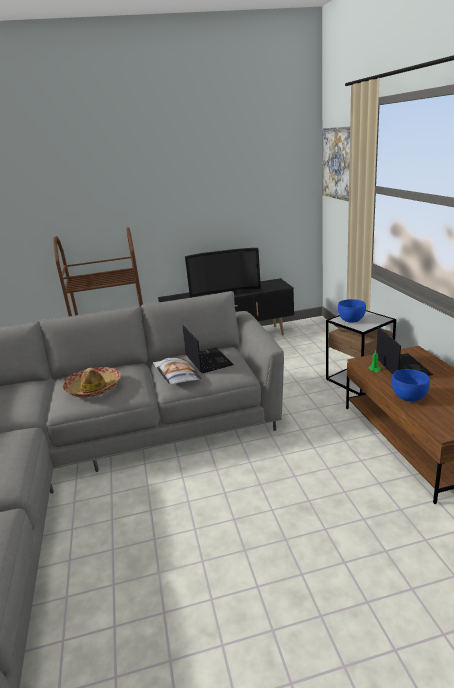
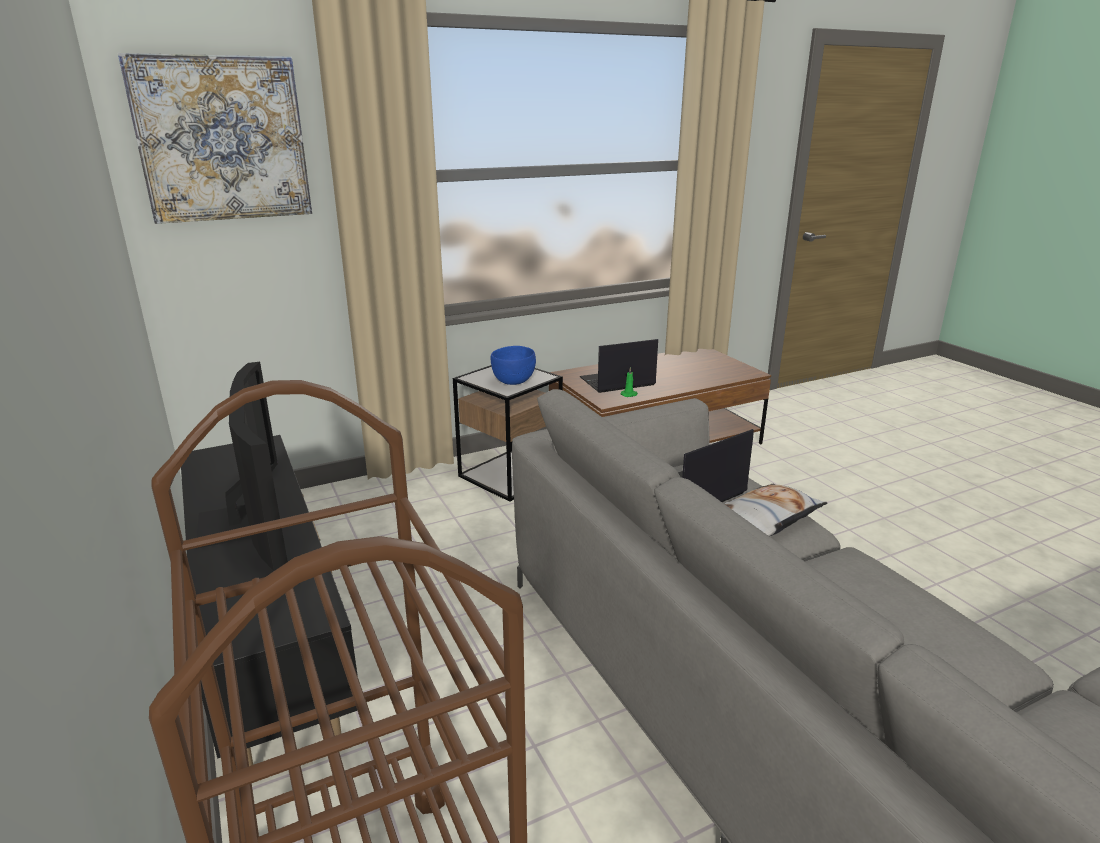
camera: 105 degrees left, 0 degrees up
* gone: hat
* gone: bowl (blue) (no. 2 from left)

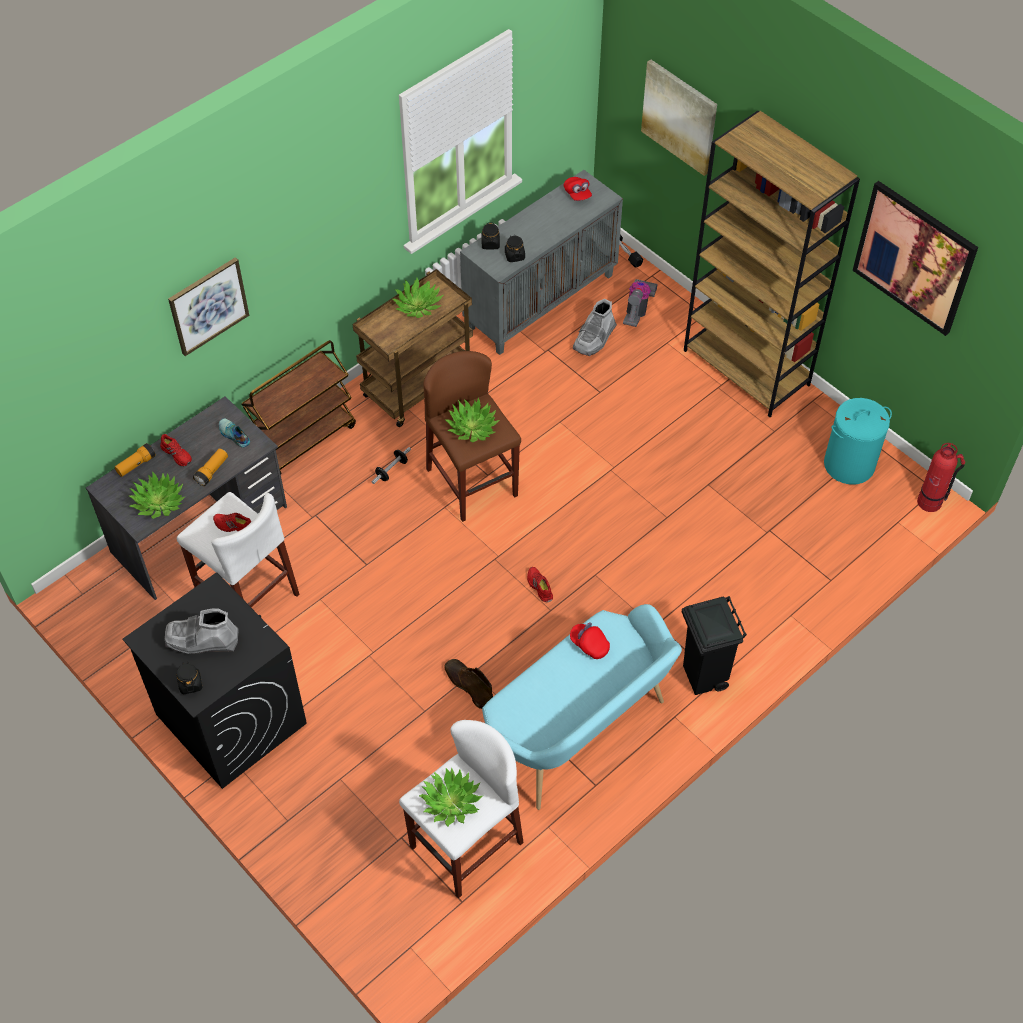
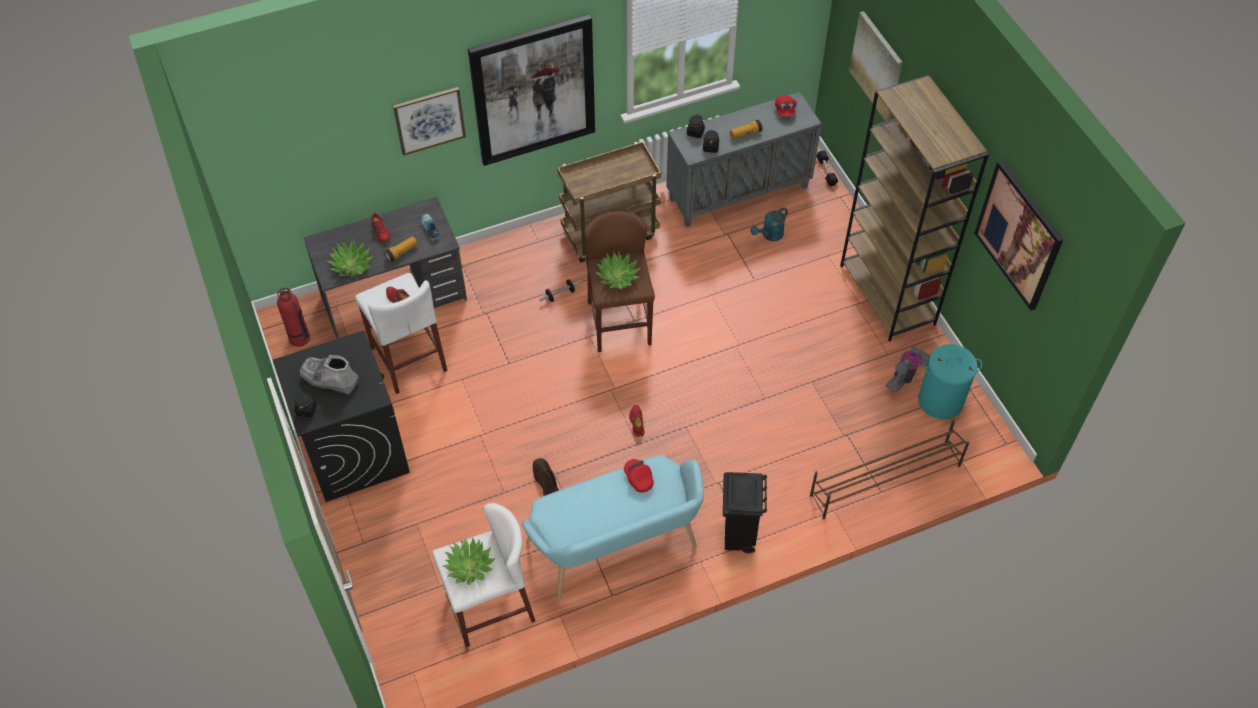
camera: 20 degrees right, 0 degrees up
* shifted: fire extinguisher
* new: picture (no. 2 from left)
* shifted: flashlight (no. 1 from left in the first image) to flashlight (no. 2 from left)
* swapped: boot (grey) (no. 2 from left) to watering can (turquoise)
* new: shoe rack (brown)
* shifted: vacuum cleaner
* gone: cart (brown) (no. 1 from left)
* gone: potted plant (no. 2 from left)

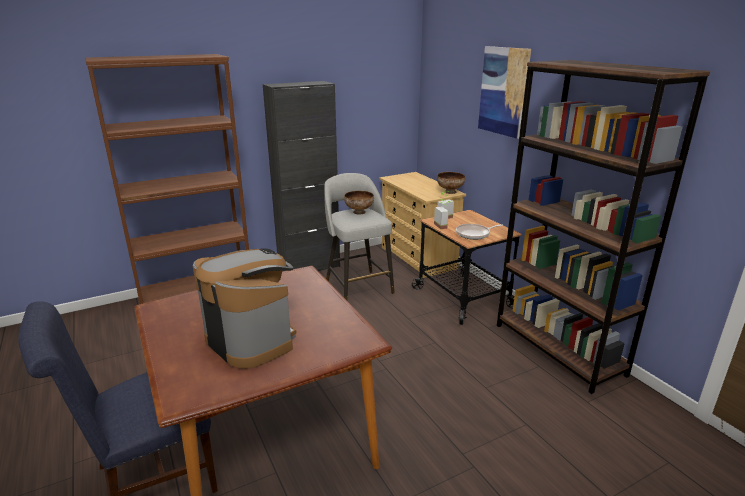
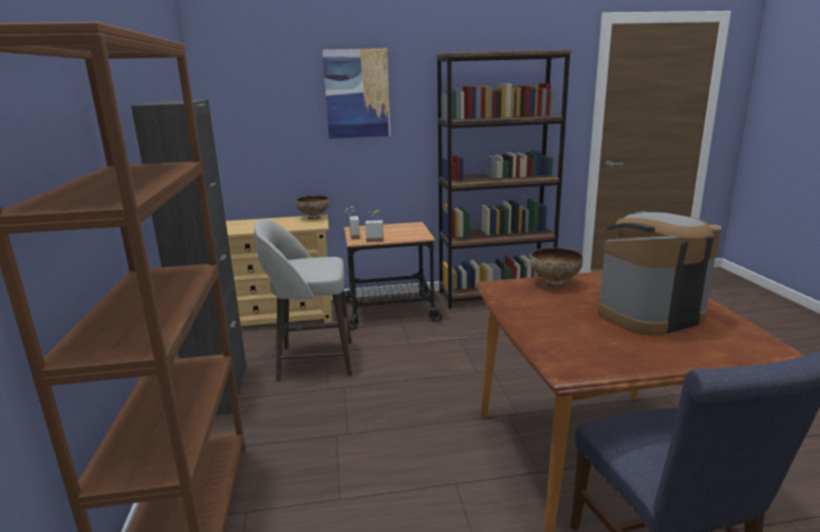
camera: 70 degrees left, 5 degrees down
* shifted: bowl (no. 1 from left in the first image) to bowl (no. 2 from left)
* gone: frying pan

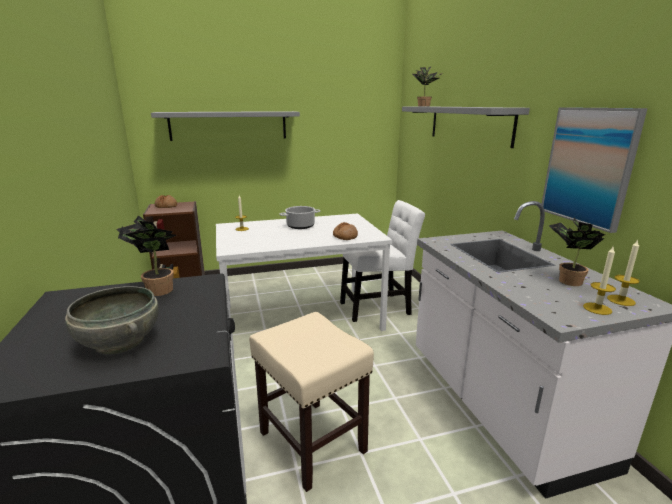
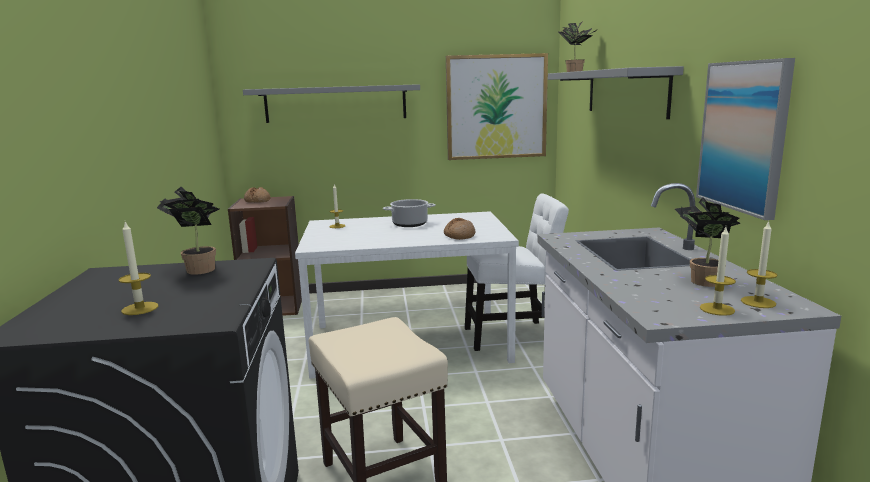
camera: 10 degrees right, 5 degrees down
* swapped: bowl (grey) to candle (no. 1 from left)
* new: picture (no. 1 from left)

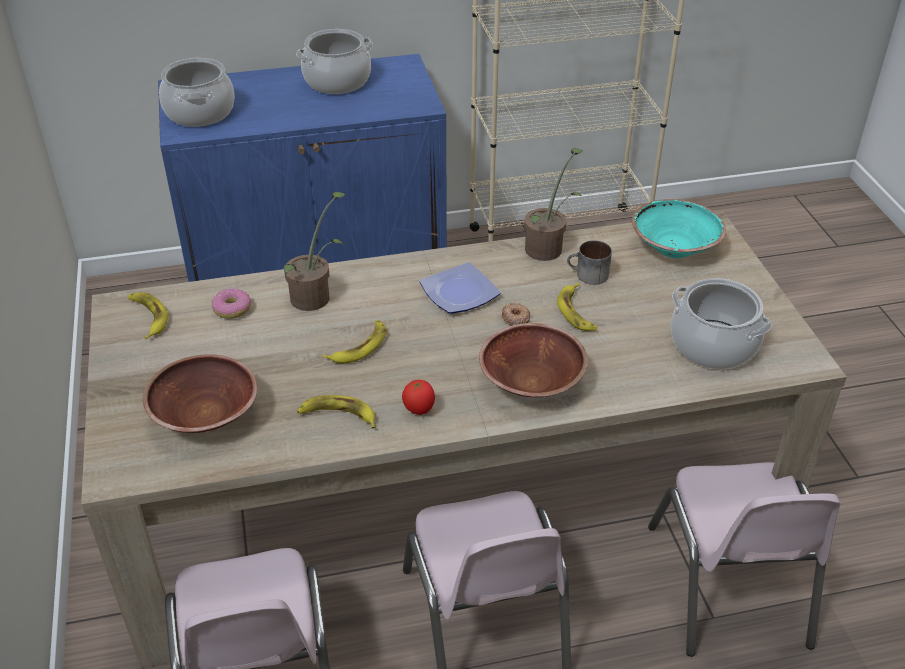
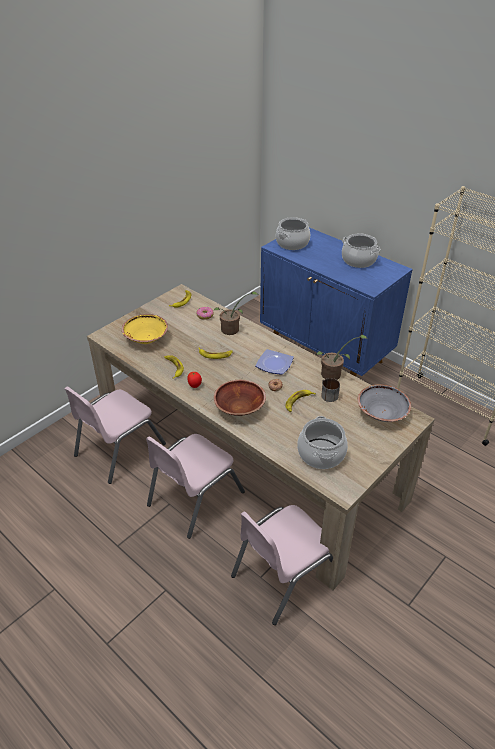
camera: 55 degrees right, 0 degrees up
* repainted: bowl (brown) (no. 1 from left) to bowl (yellow)
* repainted: bowl (turquoise) to bowl (grey)

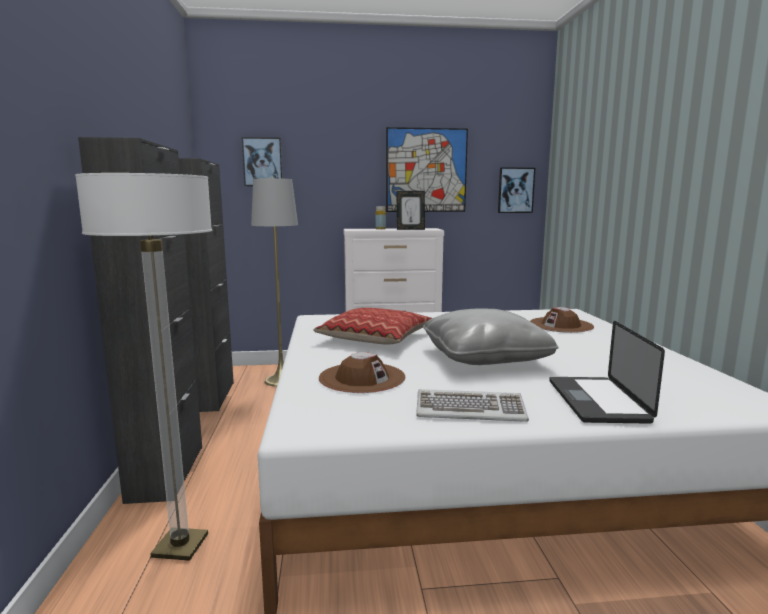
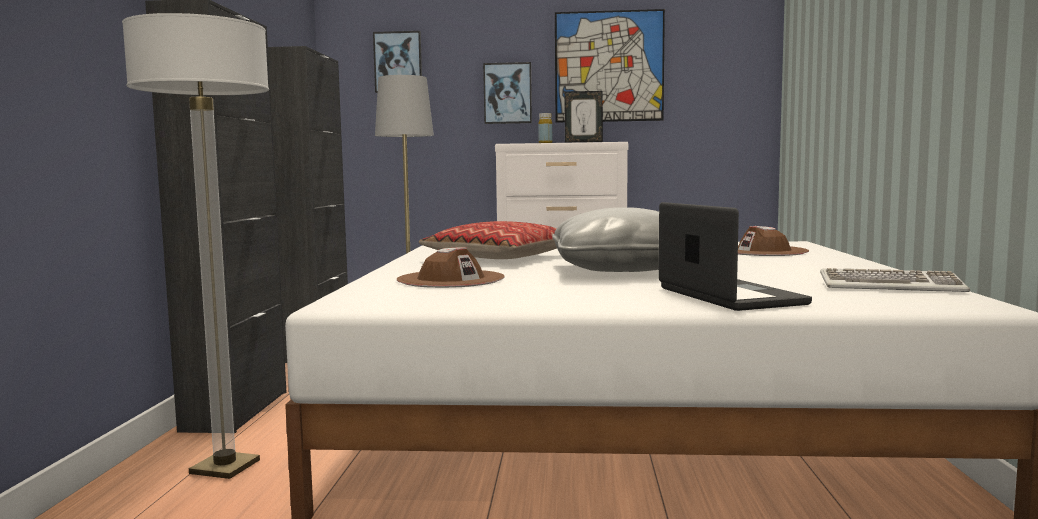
camera: 10 degrees right, 5 degrees down
* shifted: picture (no. 3 from left in the first image) to picture (no. 2 from left)
* rotated: laptop 150 degrees clockwise
* shifted: keyboard

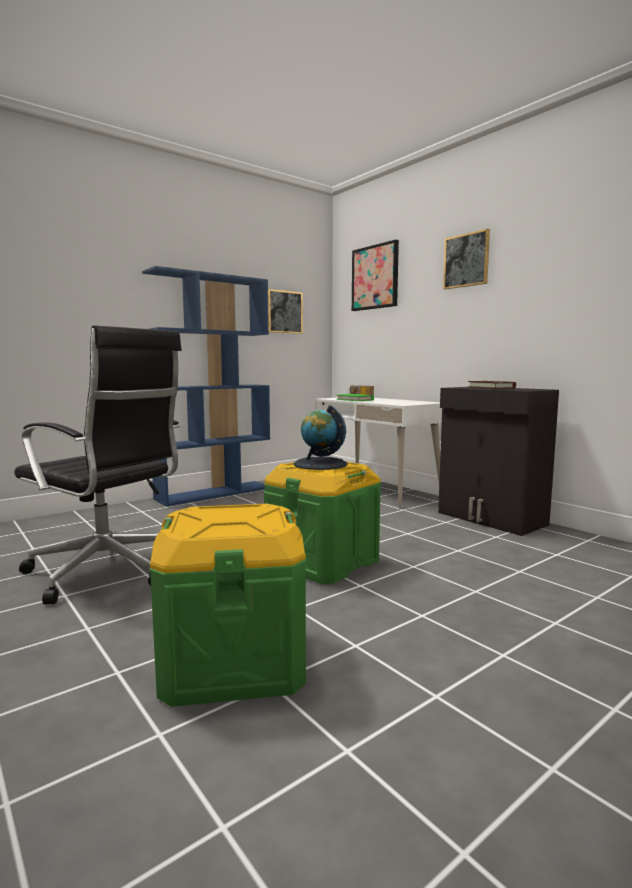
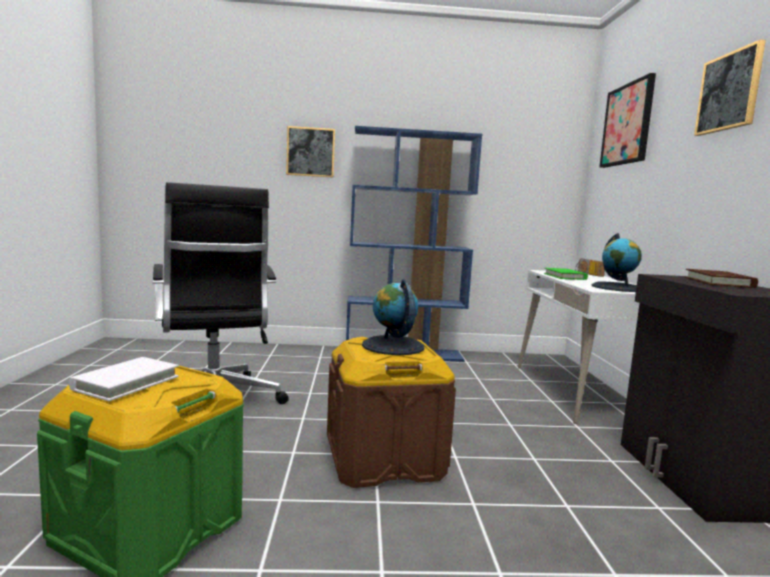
camera: 35 degrees right, 0 degrees up
* new: book (white)
* shifted: picture (no. 1 from left)
* repainted: storage box (green) (no. 2 from left) to storage box (brown)
* new: globe (no. 2 from left)

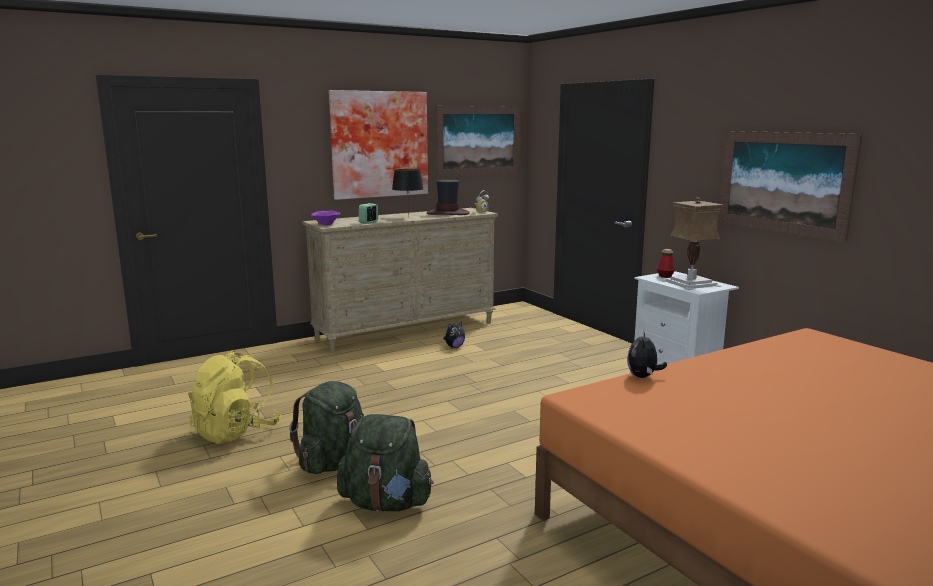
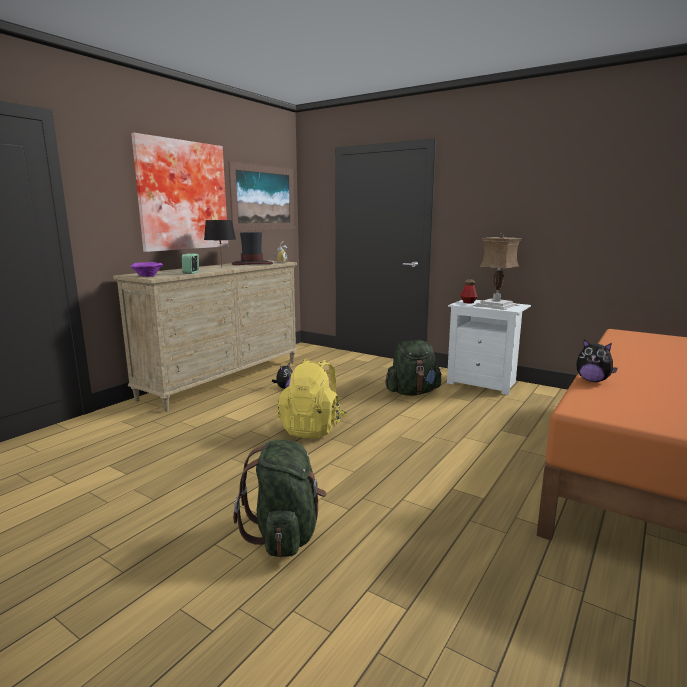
camera: 25 degrees left, 0 degrees up
* shifted: backpack (yellow)
* shifted: backpack (green) (no. 2 from left)
* rotated: plush toy (no. 2 from left) 45 degrees counterclockwise
* gone: picture (no. 3 from left)

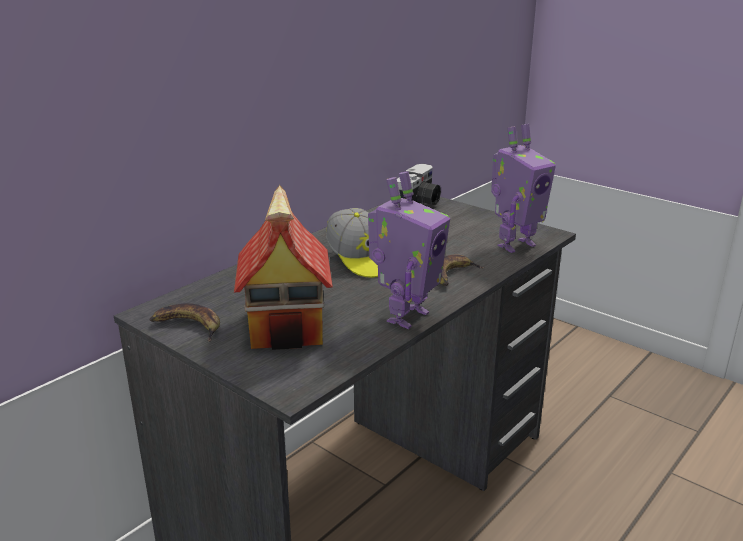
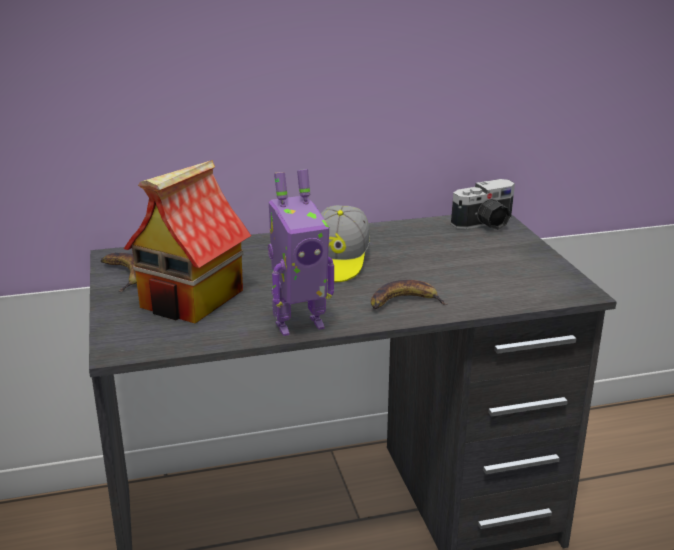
camera: 35 degrees right, 0 degrees up
* gone: toy robot (no. 2 from left)

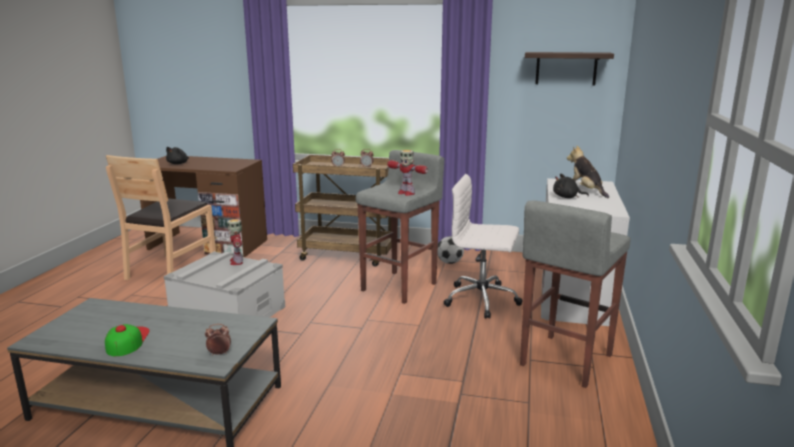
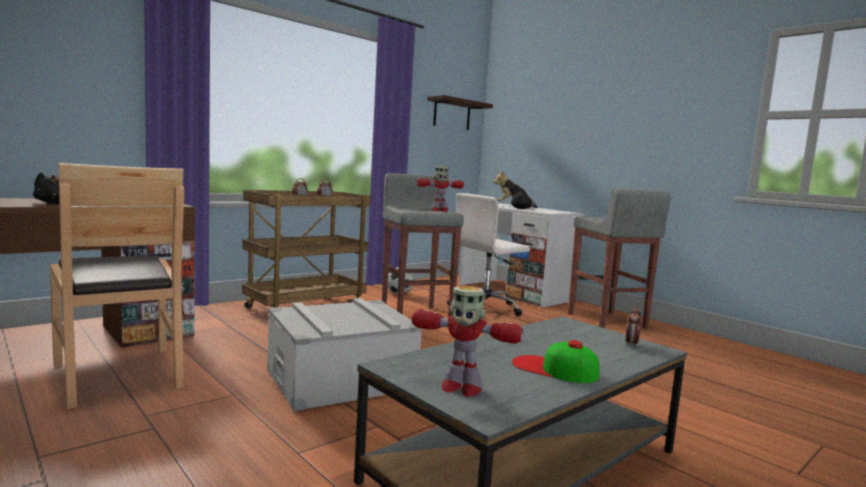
camera: 55 degrees left, 10 degrees down
* shifted: toy robot (no. 1 from left in the first image) to toy robot (no. 2 from left)

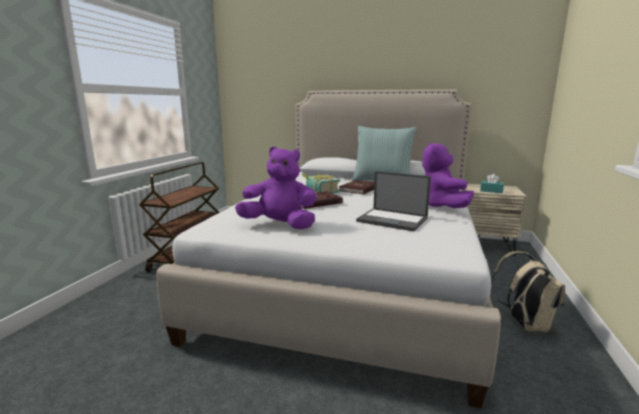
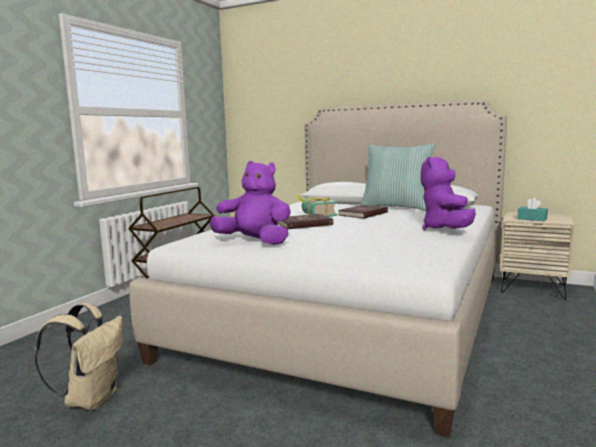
camera: 10 degrees right, 5 degrees down
* shifted: backpack (beige)
* gone: laptop

